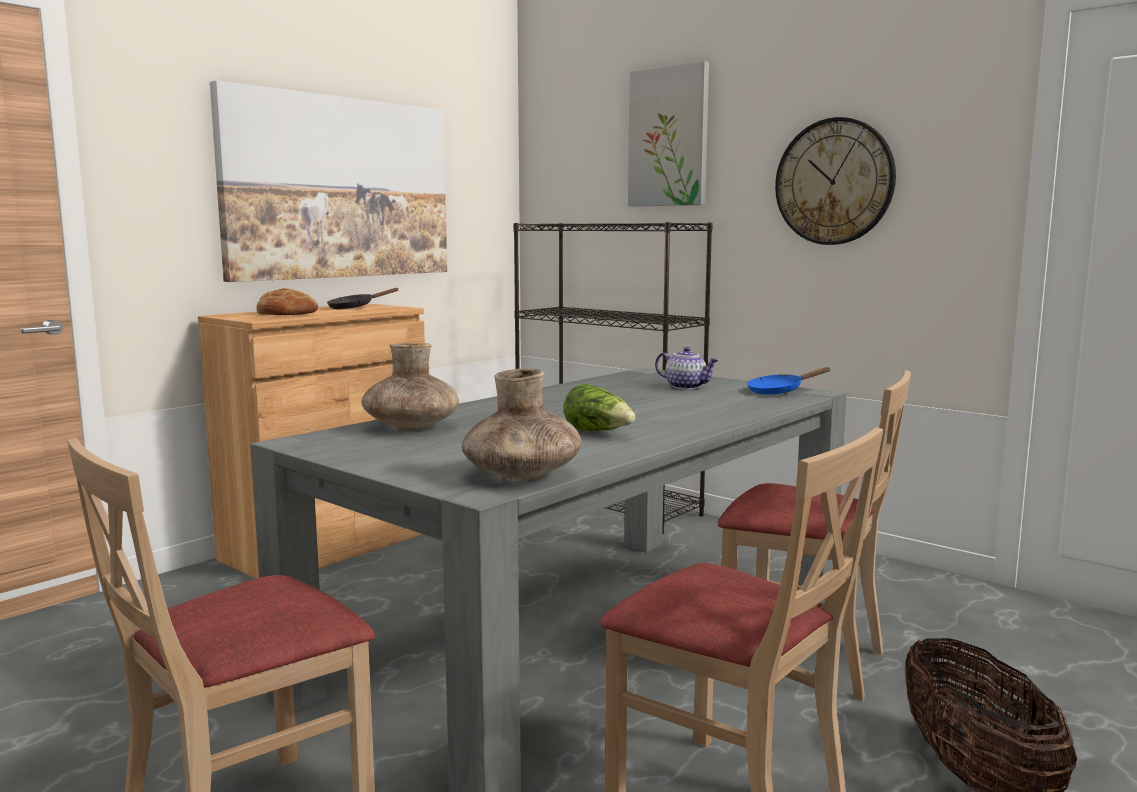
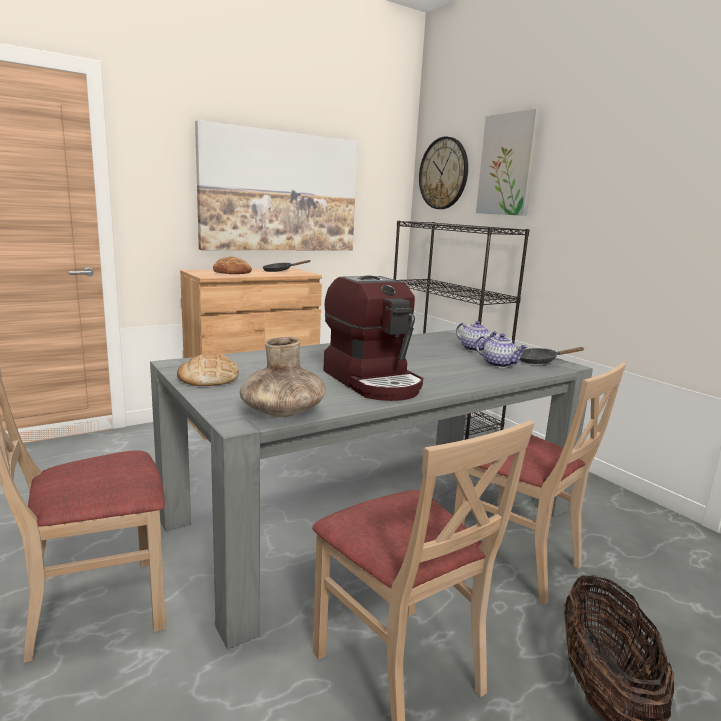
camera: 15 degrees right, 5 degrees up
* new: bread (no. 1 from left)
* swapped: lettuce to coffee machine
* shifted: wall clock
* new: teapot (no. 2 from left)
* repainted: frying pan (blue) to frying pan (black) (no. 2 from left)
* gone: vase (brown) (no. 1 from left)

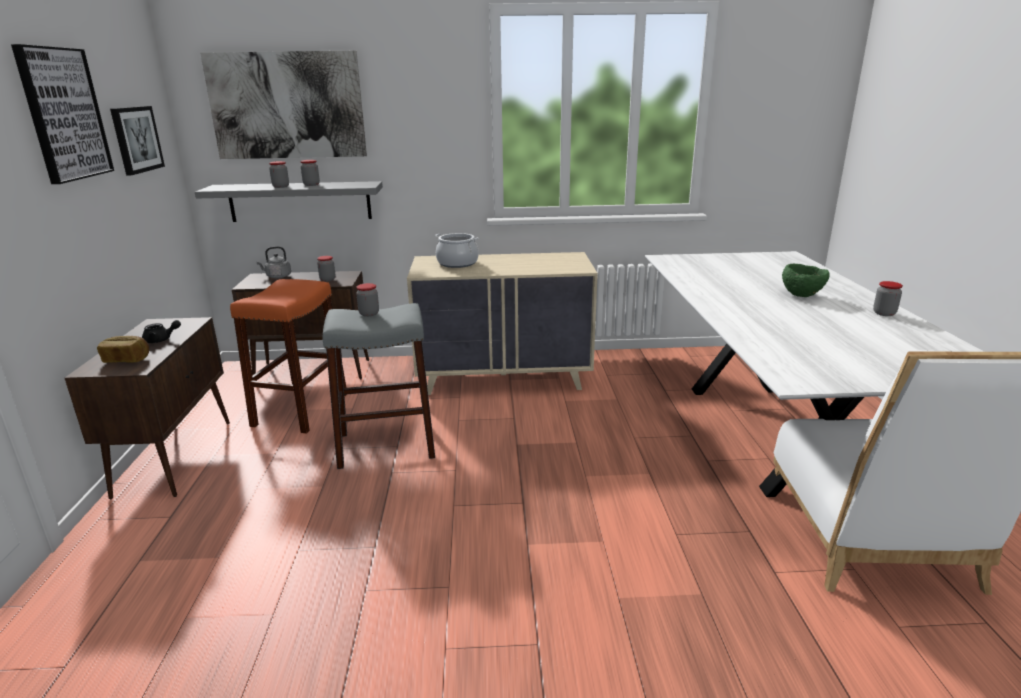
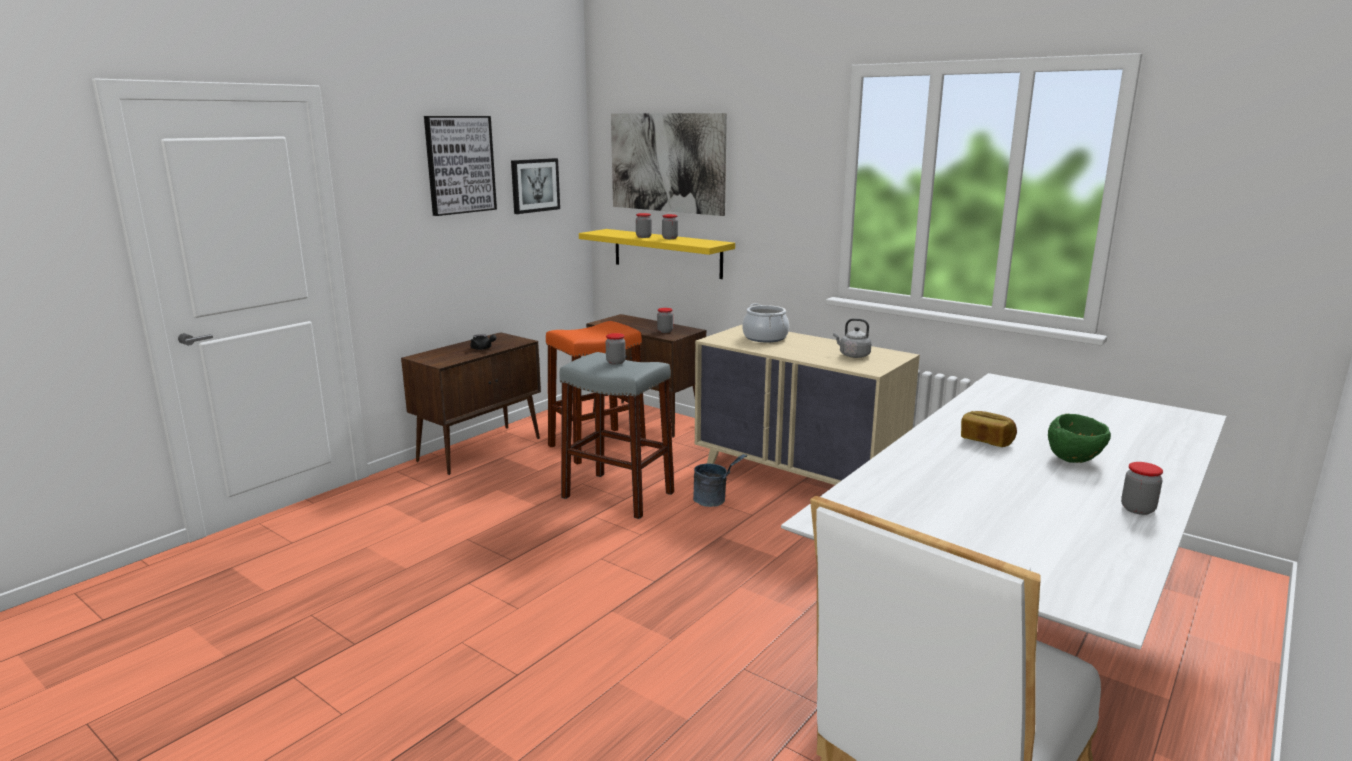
camera: 40 degrees right, 5 degrees down
* repainted: shelf (grey) to shelf (yellow)
* new: bucket (grey)
* shifted: kettle (grey)
* shifted: bread

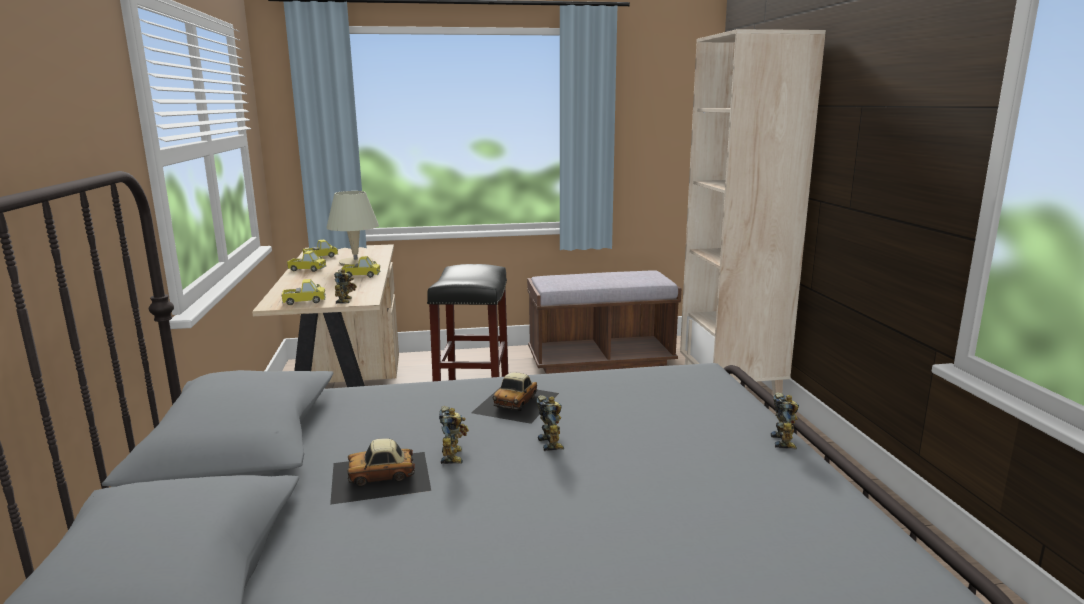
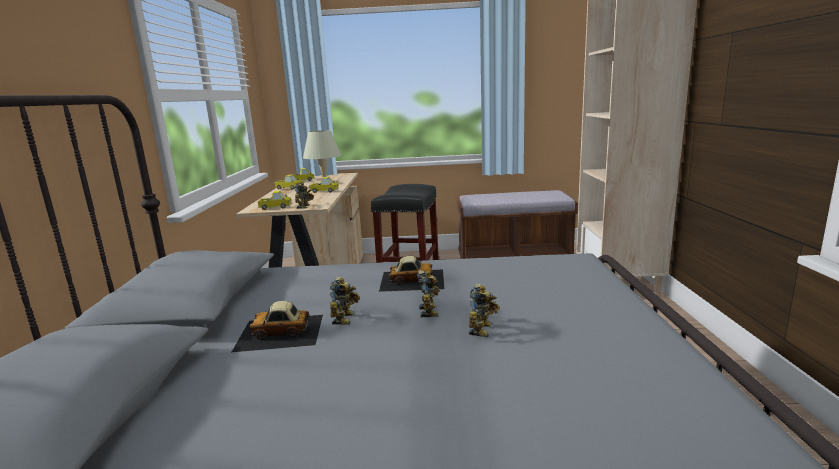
camera: 10 degrees right, 0 degrees up
* rotated: toy car (no. 2 from left) 120 degrees counterclockwise
* shifted: toy robot (no. 4 from left)

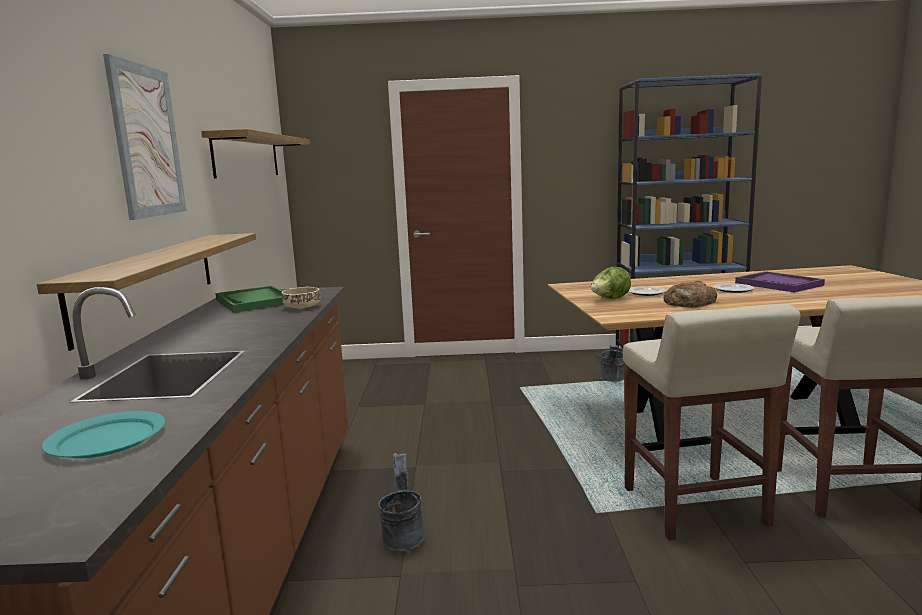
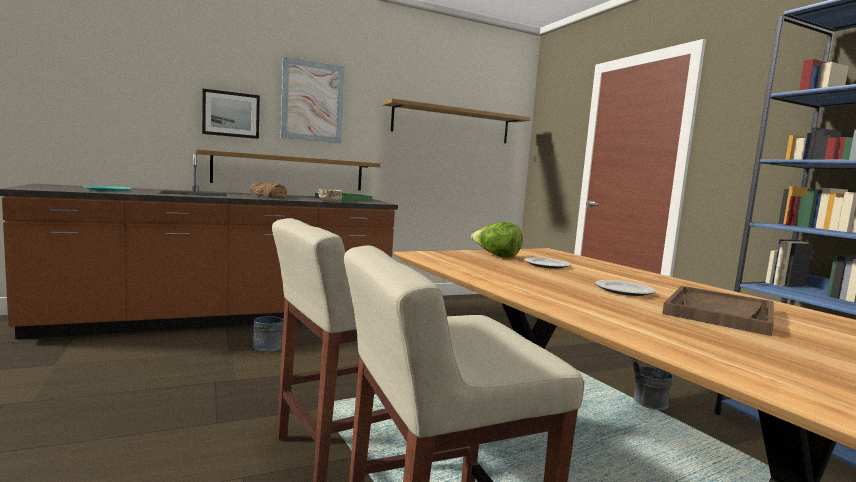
camera: 65 degrees right, 5 degrees down
* new: picture (no. 1 from left)
* shifted: bread
* repainted: tray (purple) to tray (brown)

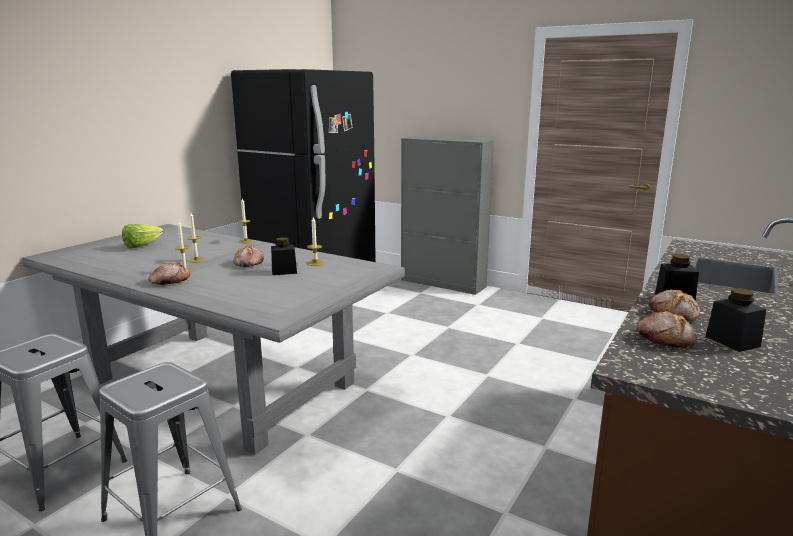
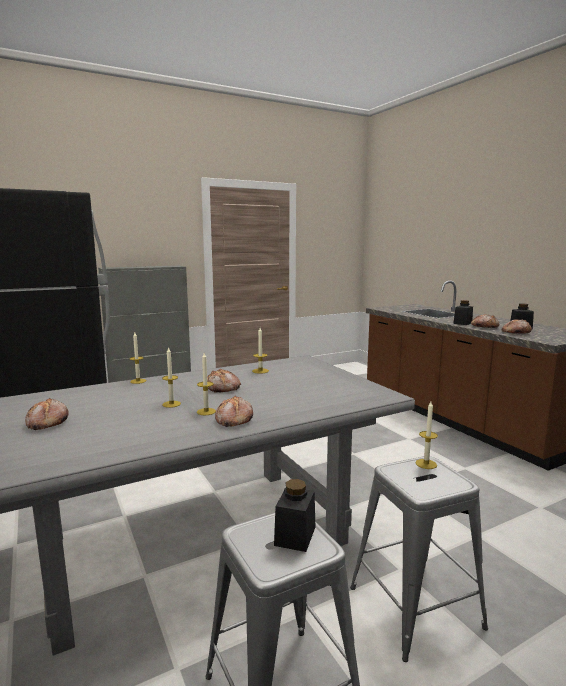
camera: 60 degrees left, 5 degrees down
* swapped: lettuce to bread (no. 1 from left)
* shifted: jar (black) (no. 1 from left)
* new: candle (no. 5 from left)

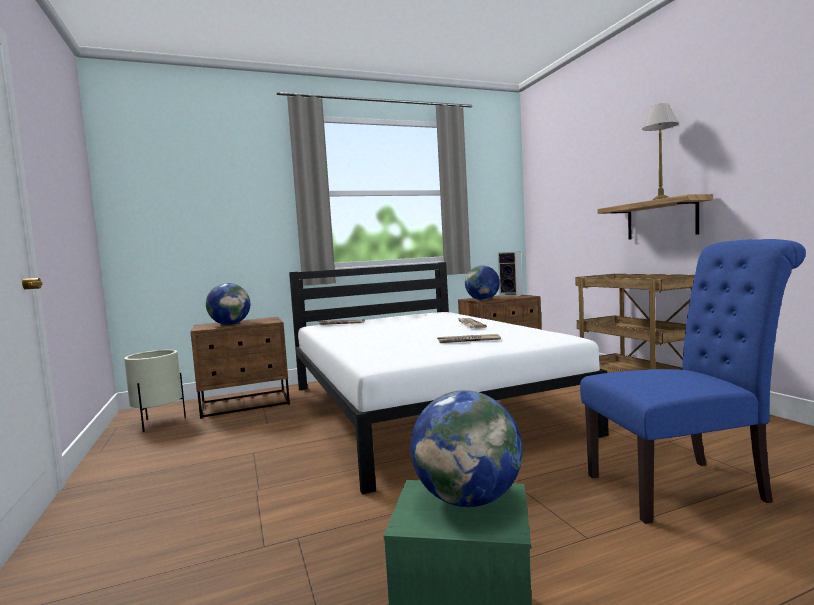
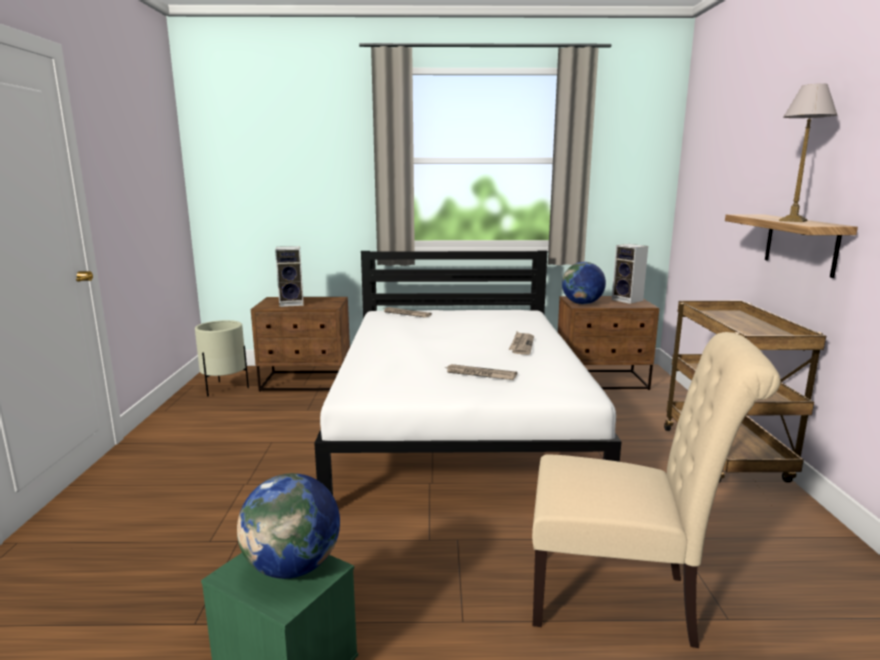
camera: 20 degrees right, 10 degrees up
* swapped: globe (no. 1 from left) to speaker (no. 1 from left)
* repainted: chair (blue) to chair (beige)

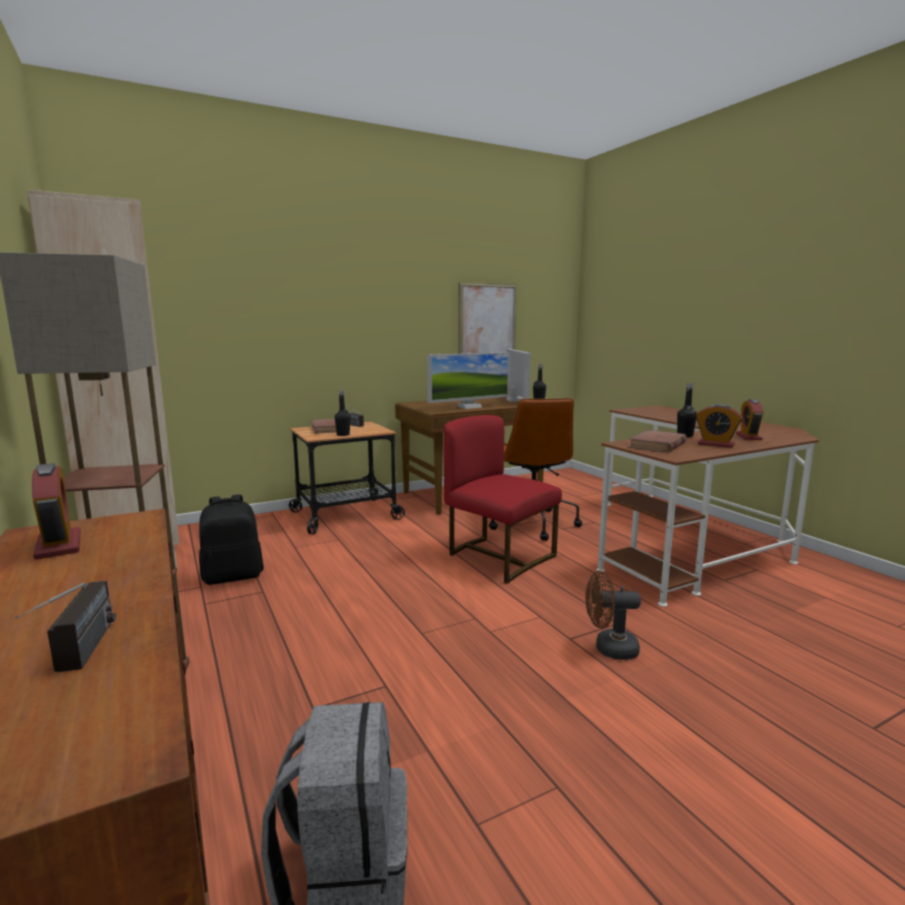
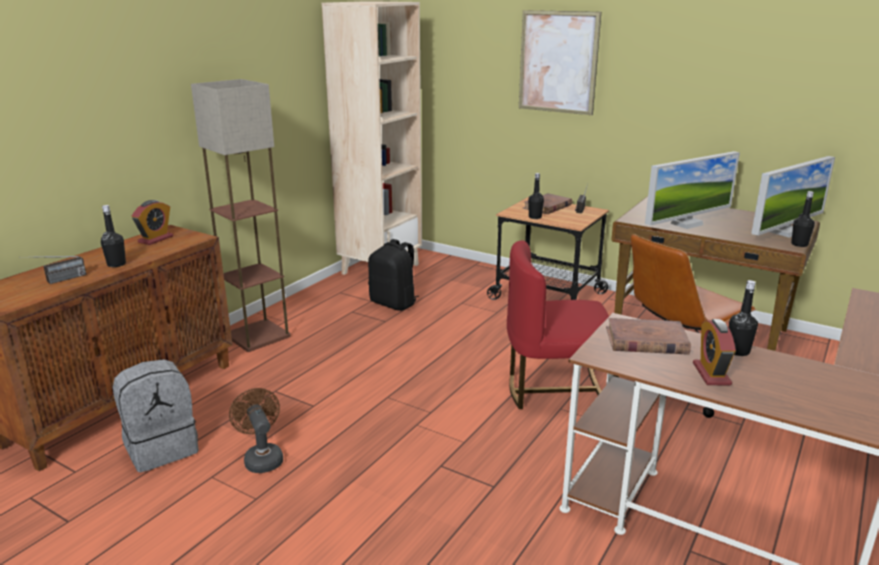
camera: 60 degrees right, 10 degrees up
* new: bottle (black) (no. 1 from left)
* shifted: fan (brown)
* rotated: chair (red) 105 degrees counterclockwise
* shifted: picture
* rotated: monitor (no. 1 from left) 60 degrees counterclockwise
* gone: alarm clock (no. 3 from left)

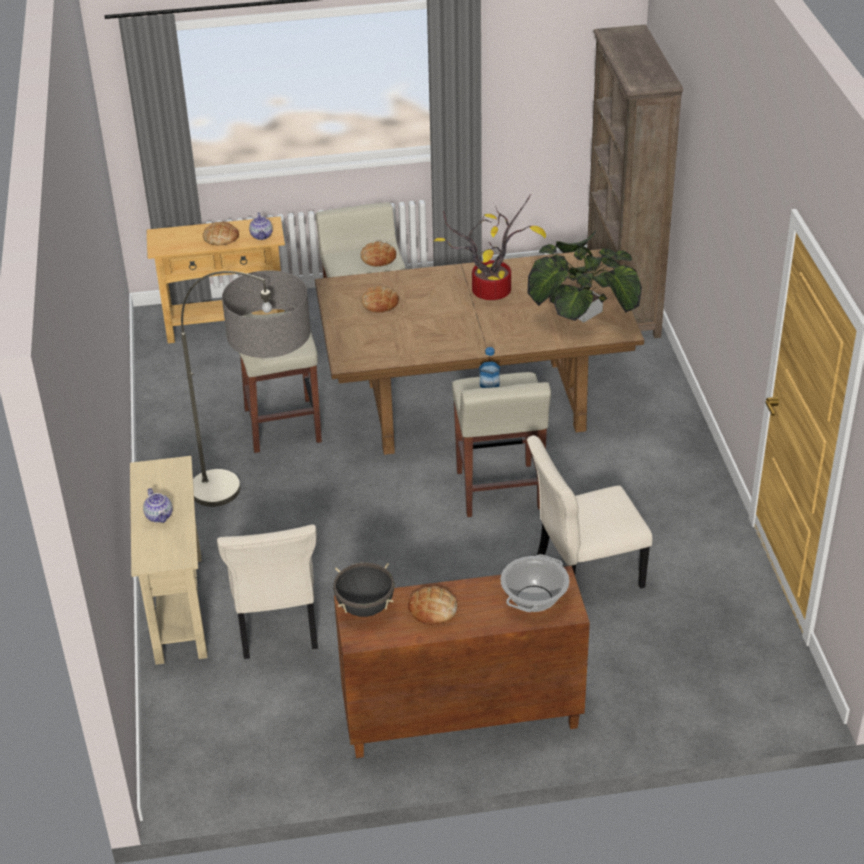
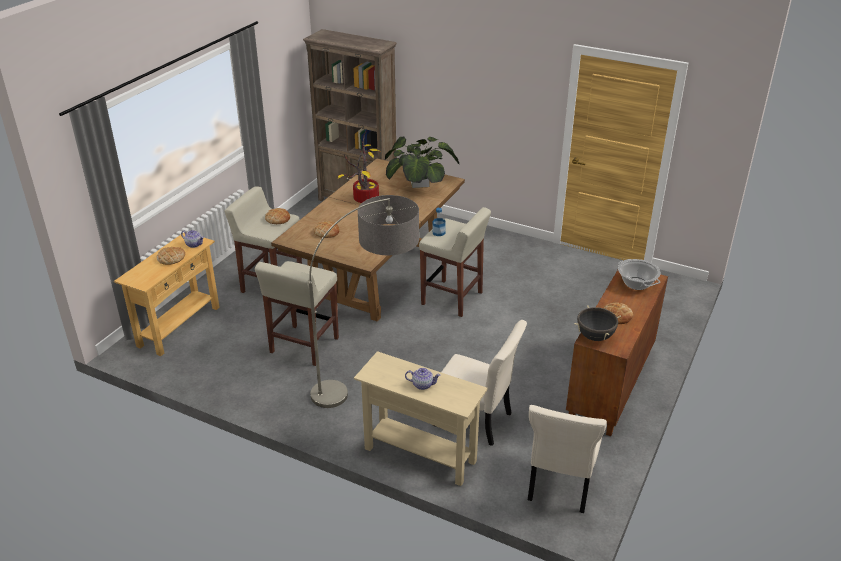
camera: 55 degrees left, 5 degrees down
* shifted: chair (beige) (no. 2 from left)

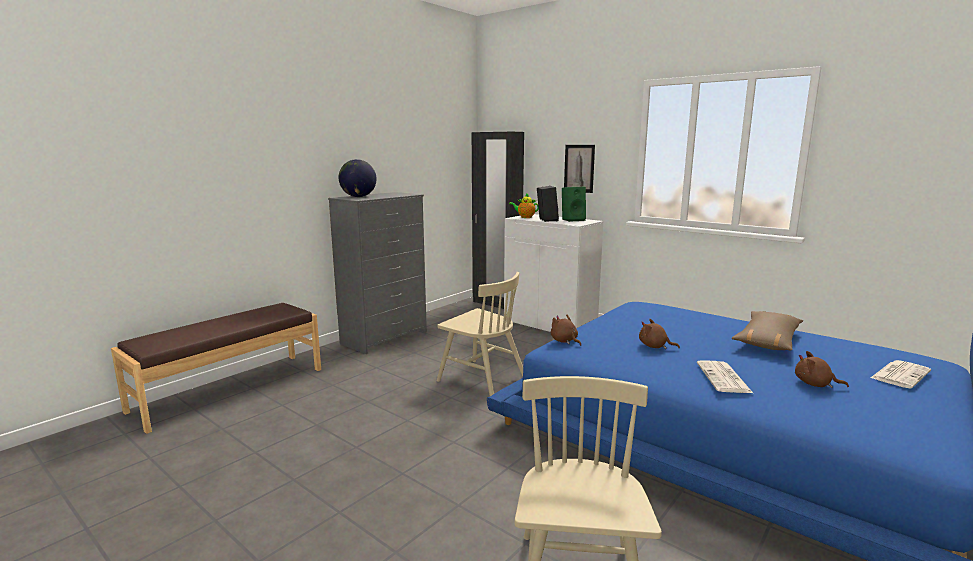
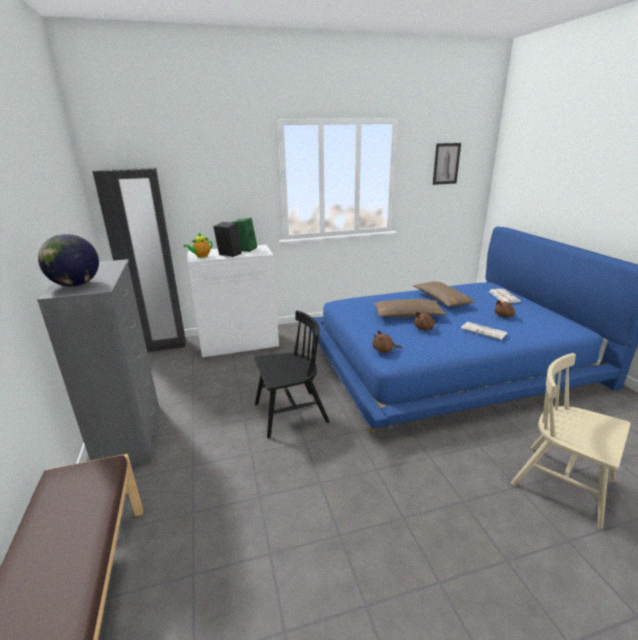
camera: 55 degrees left, 10 degrees up
* repainted: chair (beige) (no. 1 from left) to chair (black)
* new: pillow (brown) (no. 1 from left)
* shifted: picture

